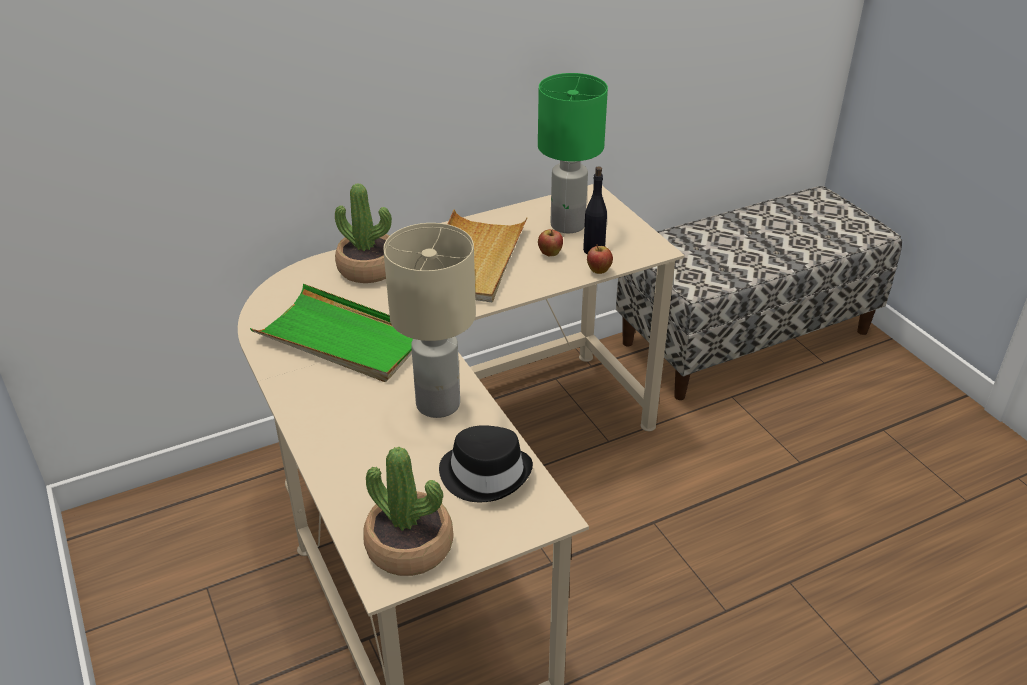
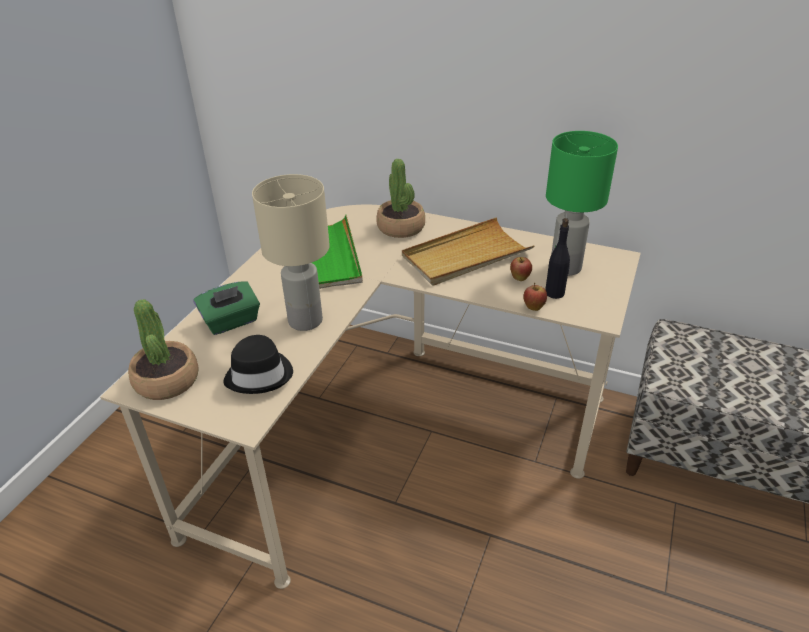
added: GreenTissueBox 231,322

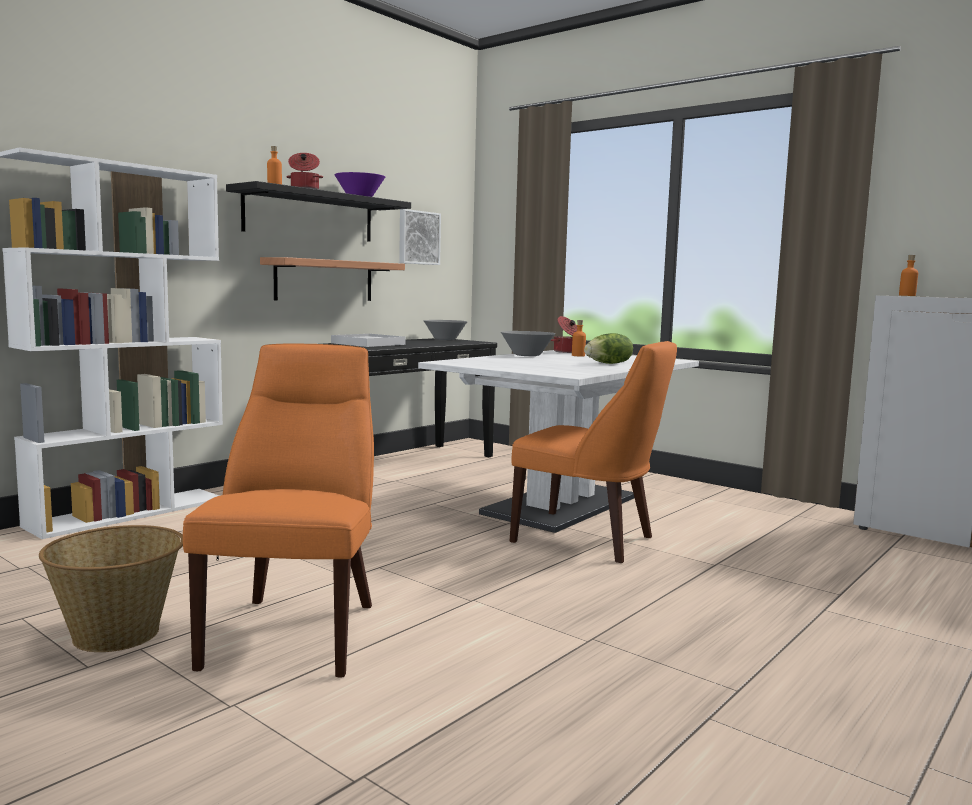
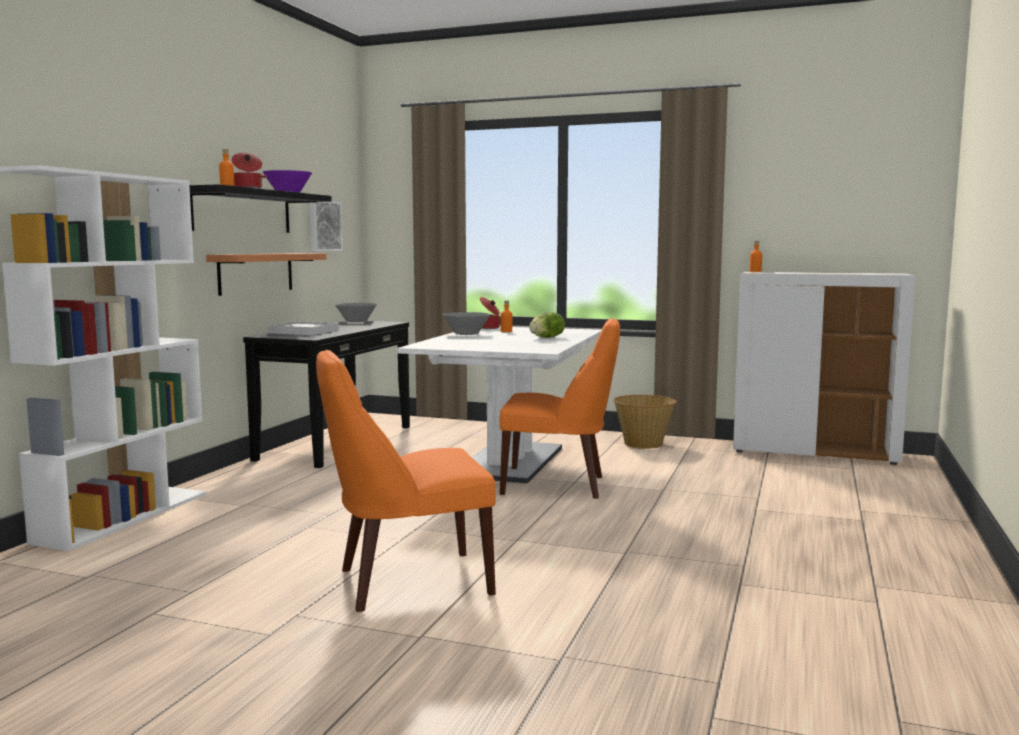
moved: Basket 118,633 to 643,444
turned: OrangeChair 296,631 = 407,582 90 degrees counterclockwise

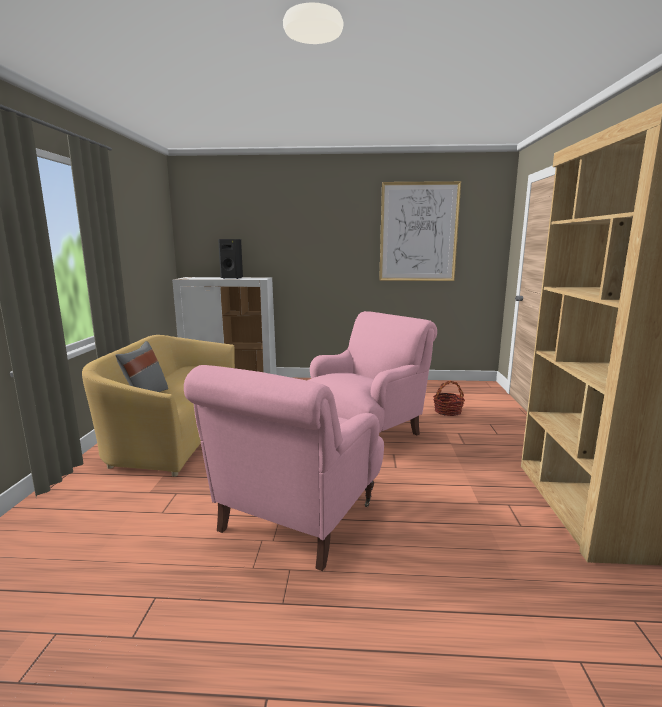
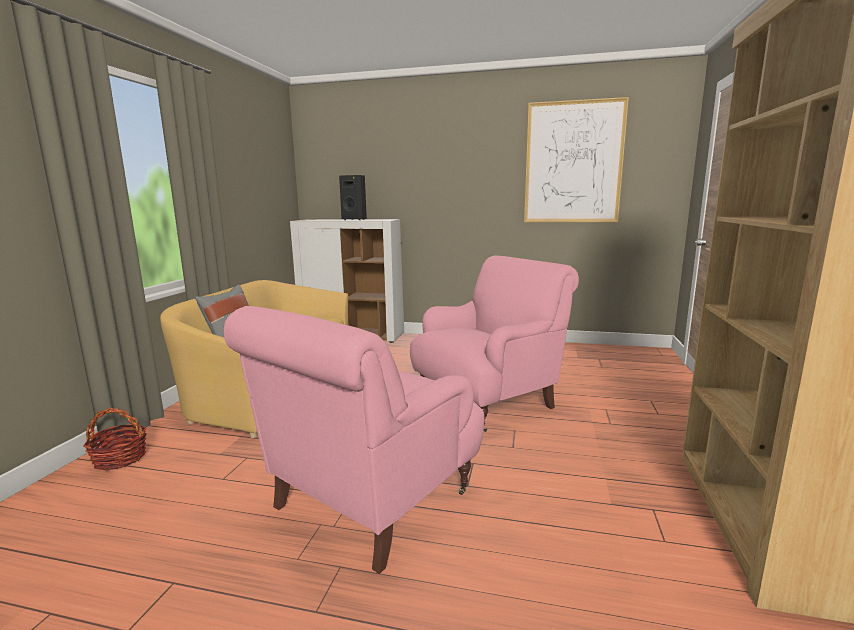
moved: Basket 447,411 to 119,458

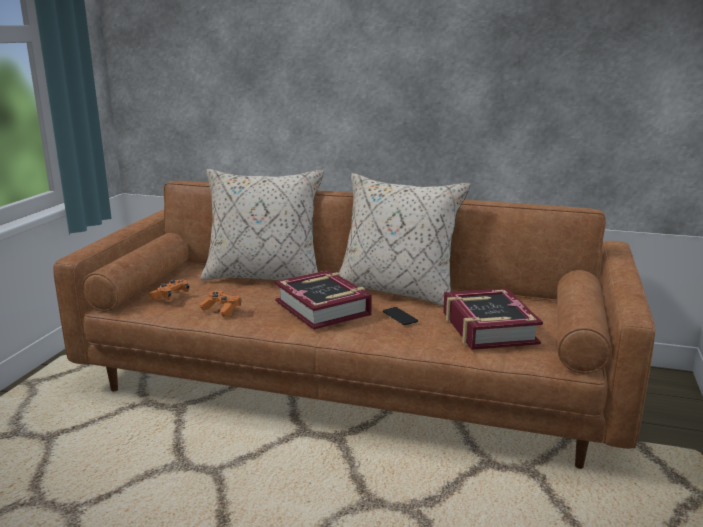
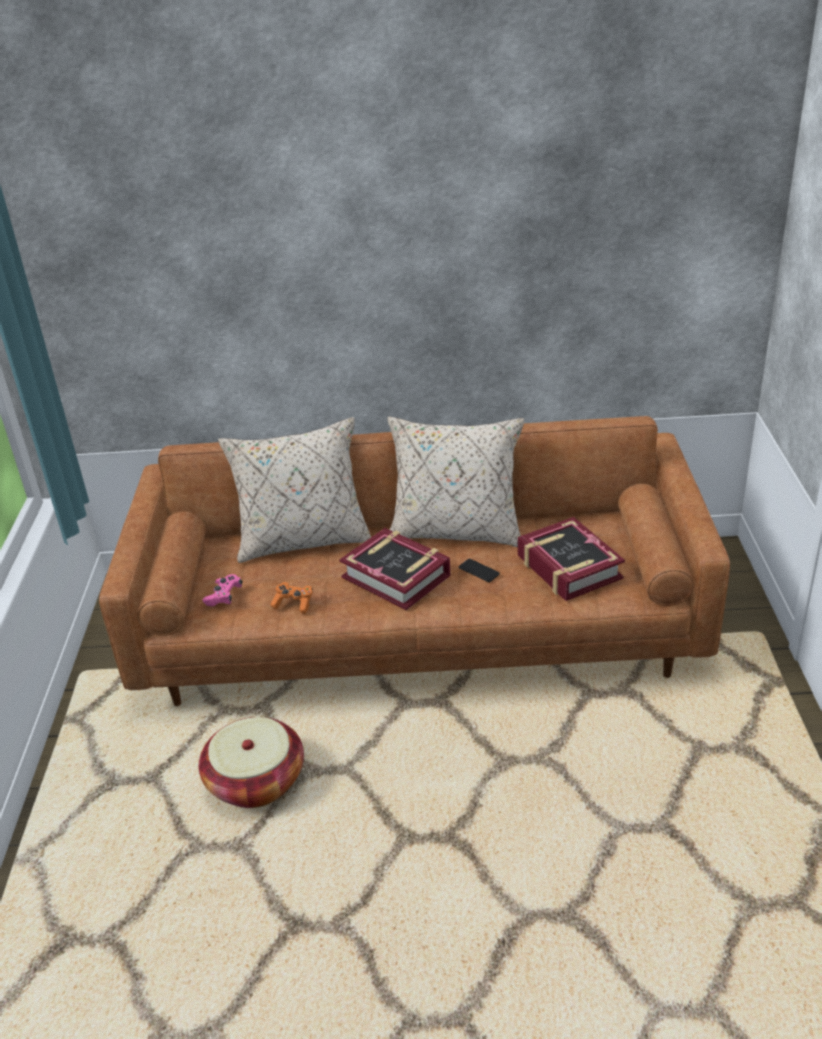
added: Basket 256,781
recoloured: OrangeGameController 170,296 to PinkGameController 224,596

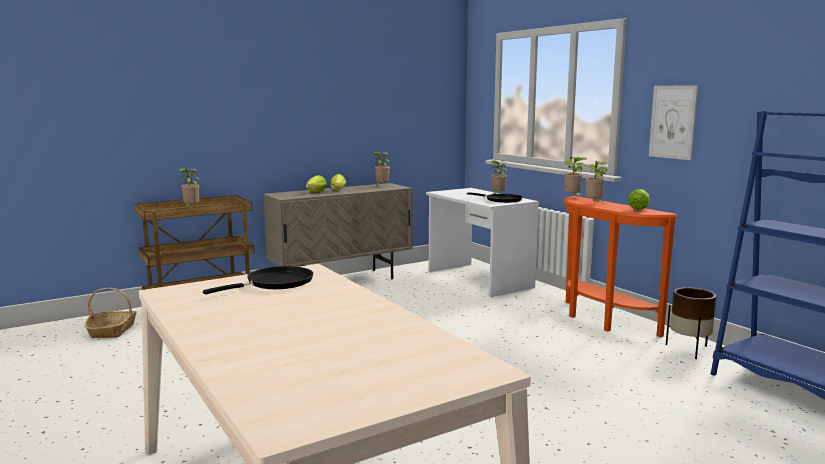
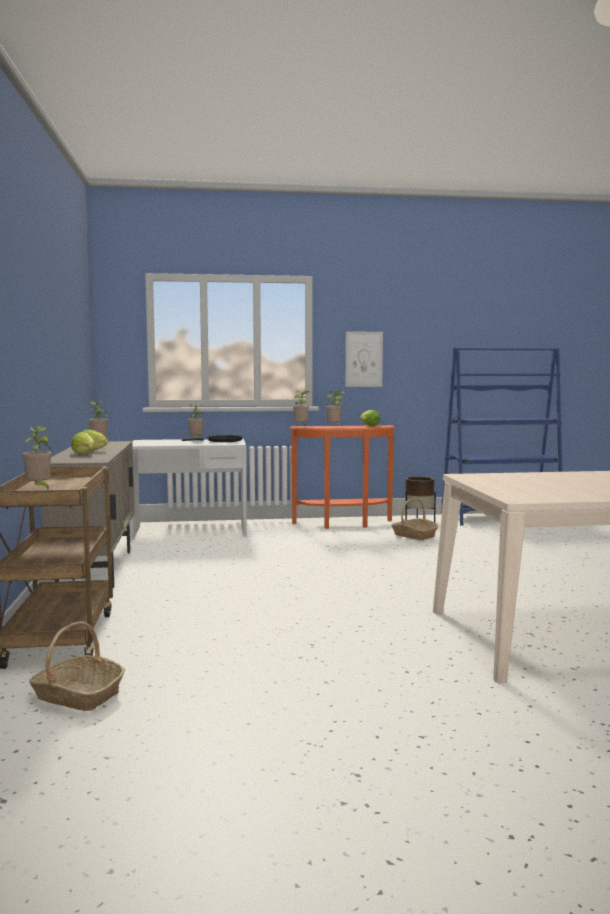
removed: BlackFryingPan 275,283
added: Basket 414,535

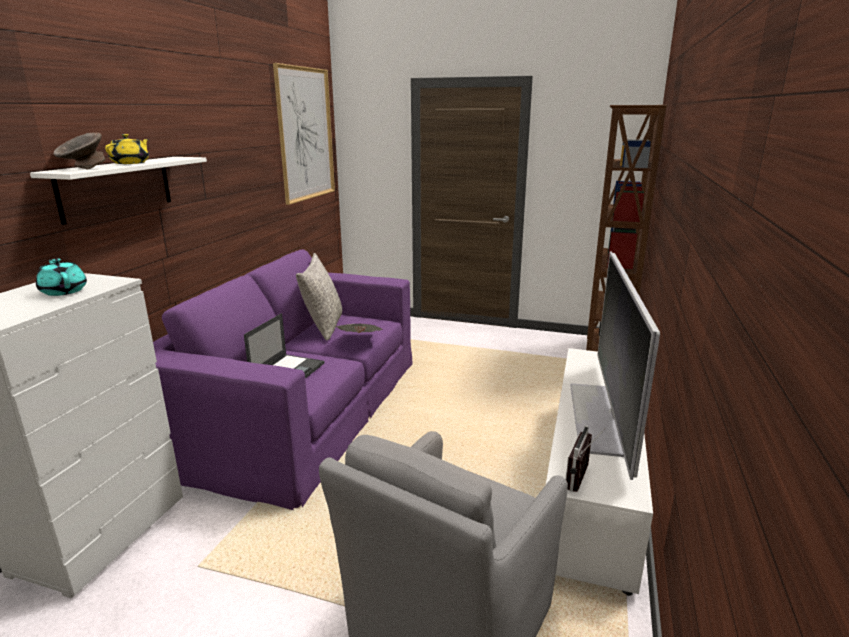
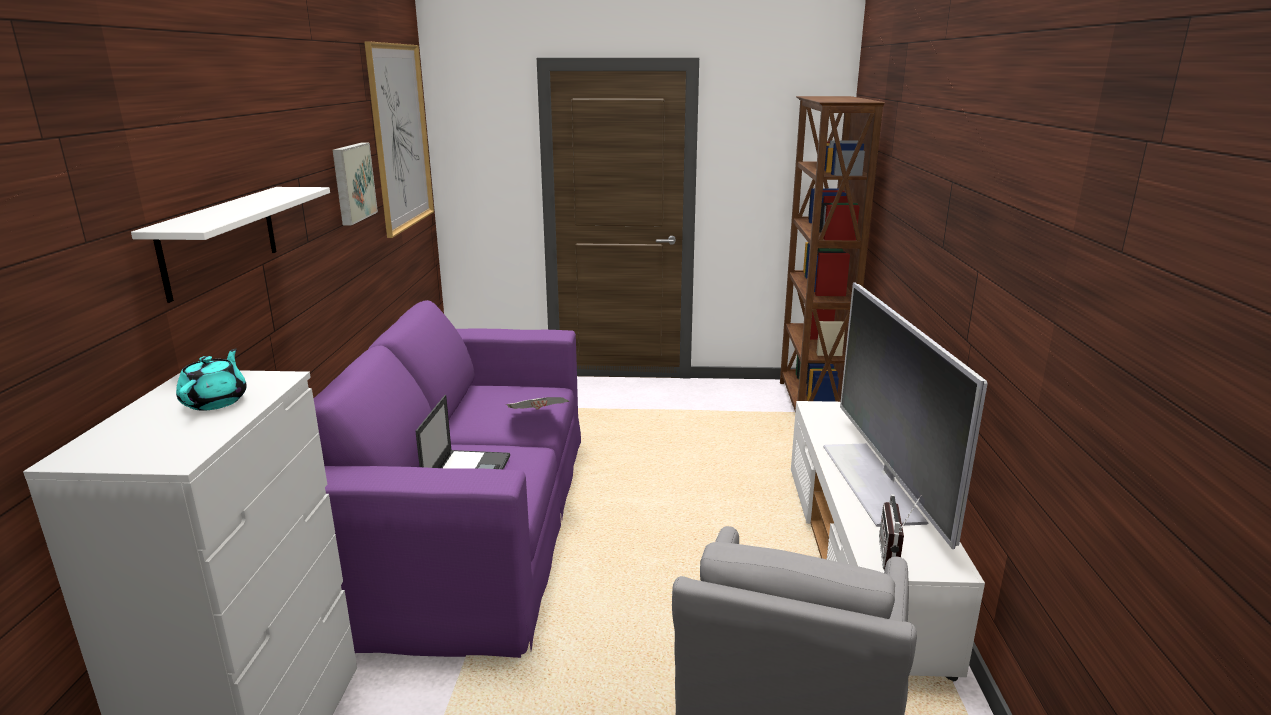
removed: GreyBowl 83,168; YellowTeapot 131,163; GreyPillow 323,326
added: Picture 352,182
turned: TurquoiseTeapot 64,291 = 216,401 60 degrees clockwise

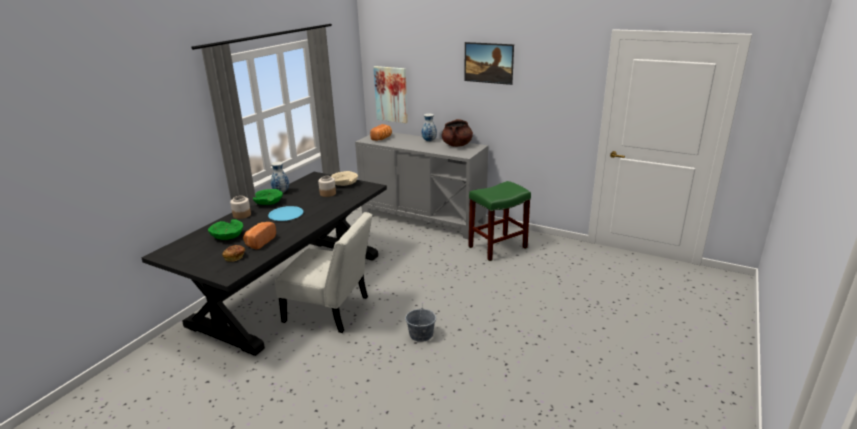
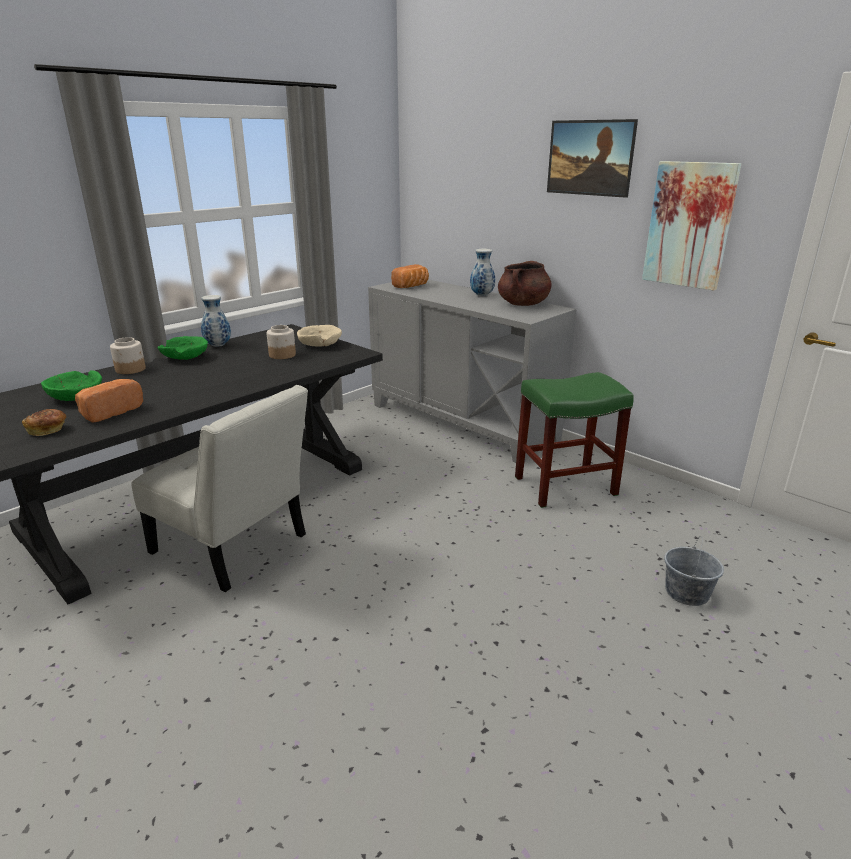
removed: BluePlate 286,214
moved: Picture 391,94 to 689,225; GreyBucket 421,334 to 687,592

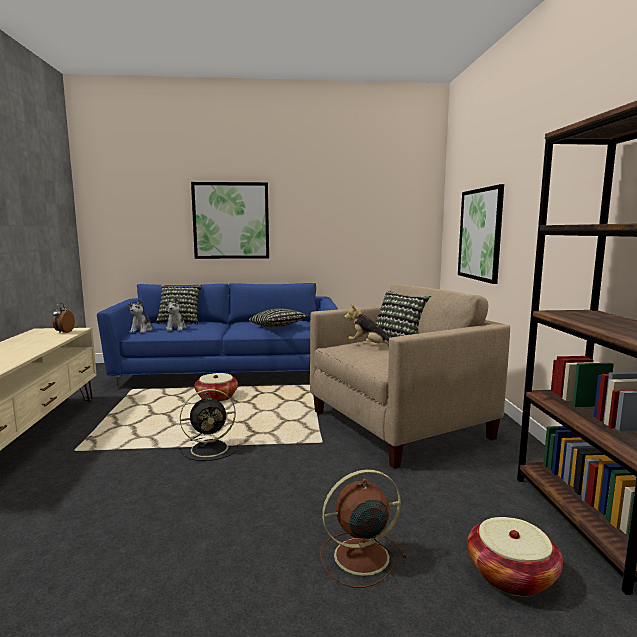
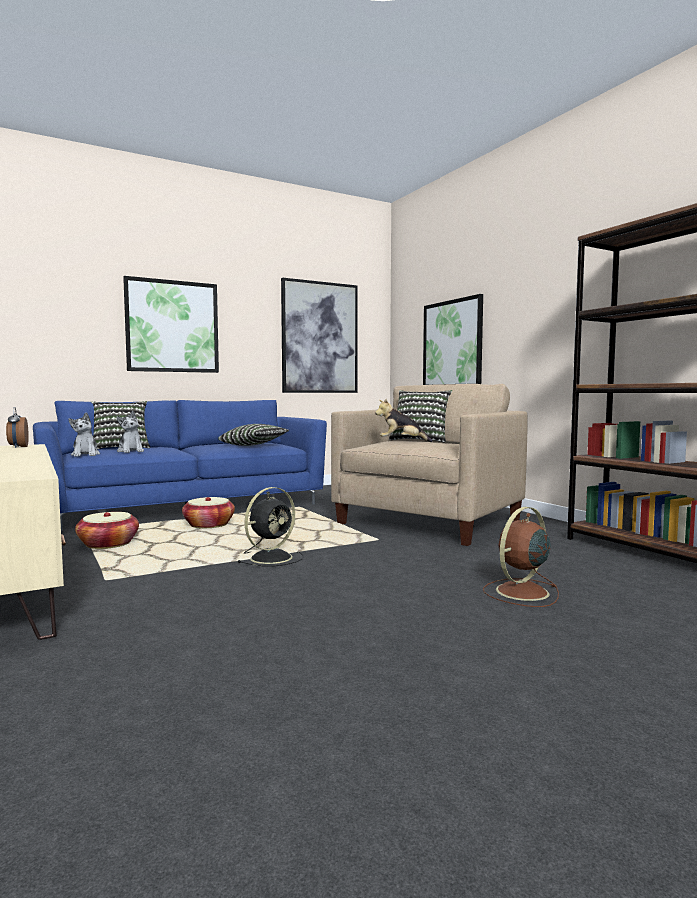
added: Picture 319,337
moved: Basket 511,575 to 108,544

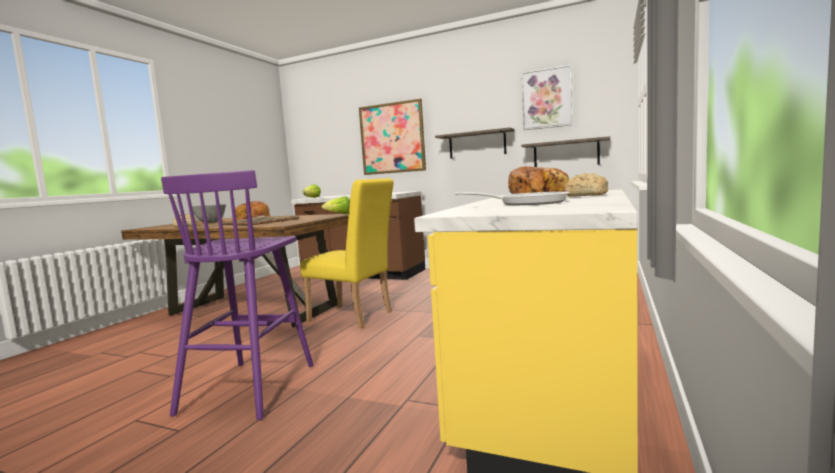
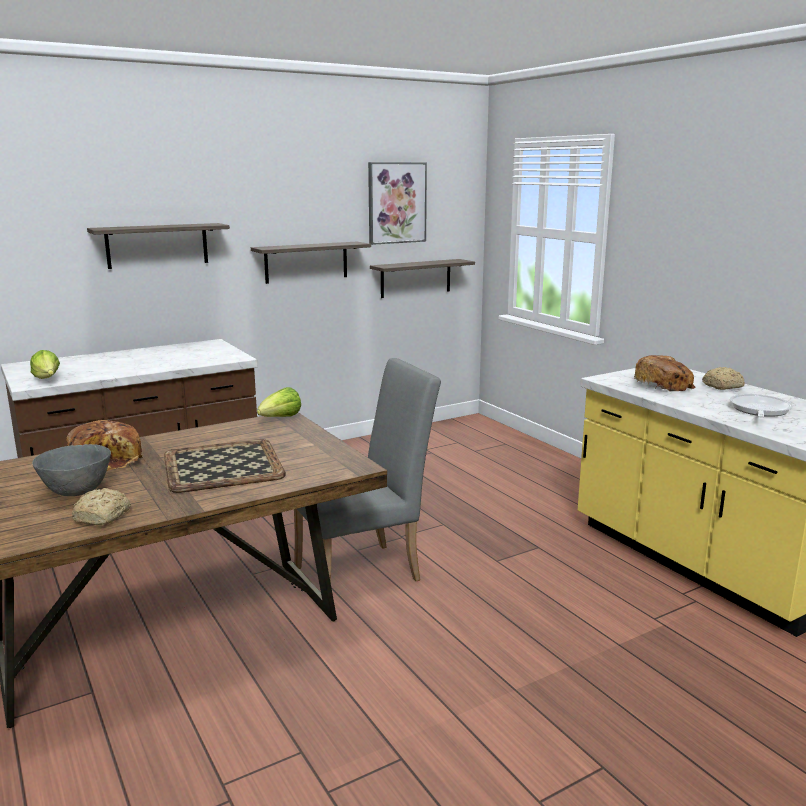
removed: PurpleStool 250,387
replaced: Picture 392,138 to Shelf 157,245
recoloured: YellowChair 355,317 to GreyChair 366,571

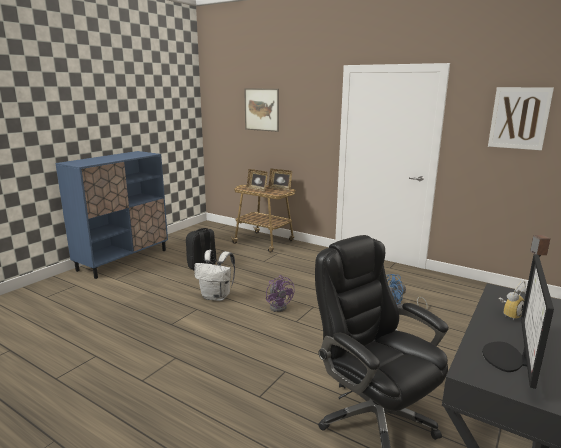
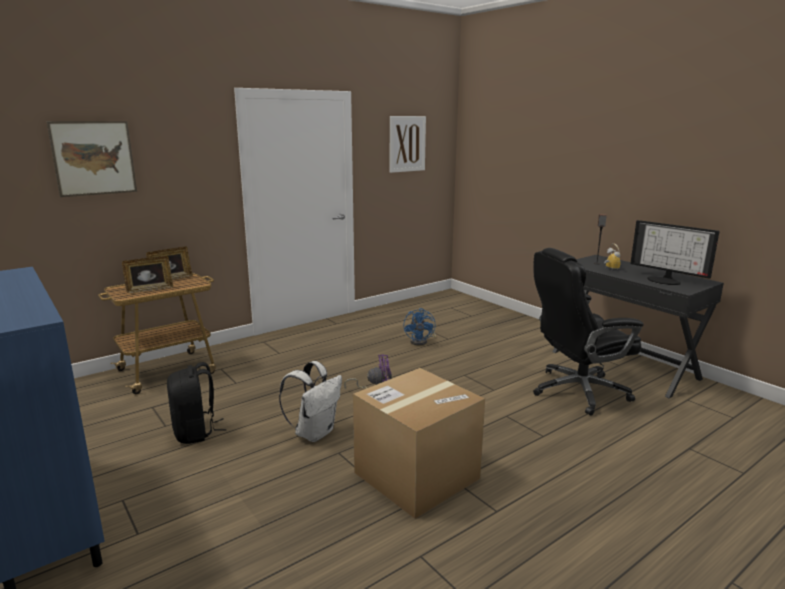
added: CardboardBox 416,475

